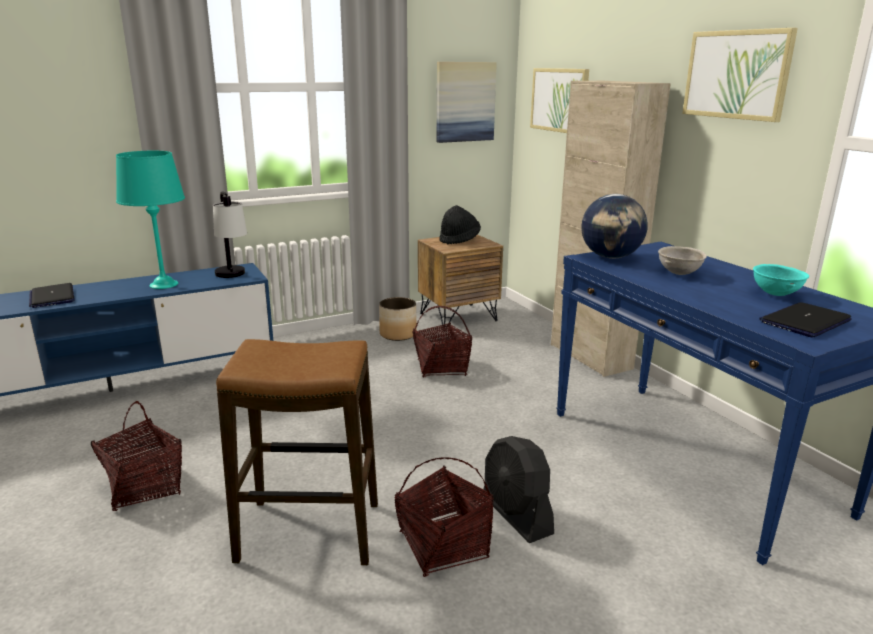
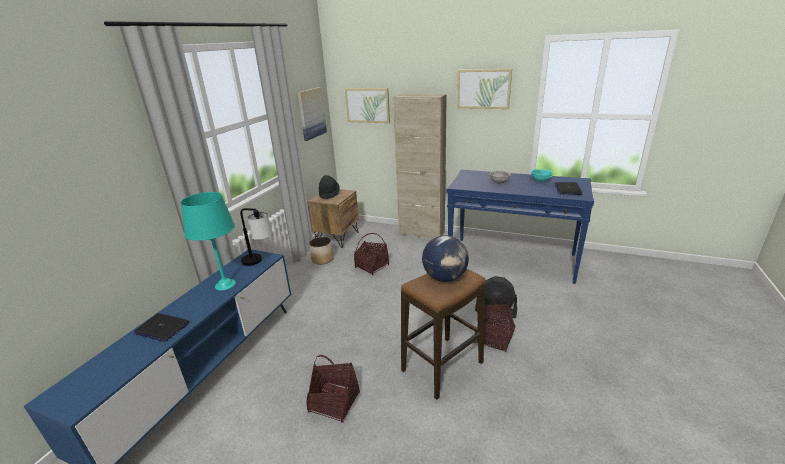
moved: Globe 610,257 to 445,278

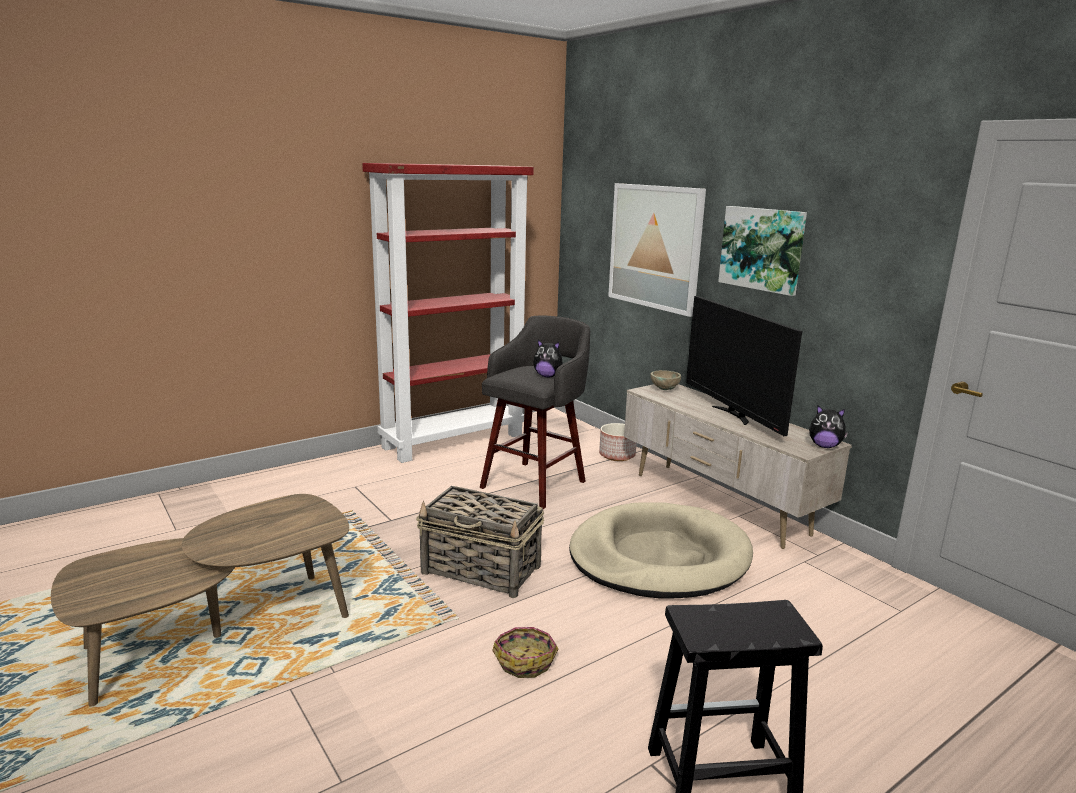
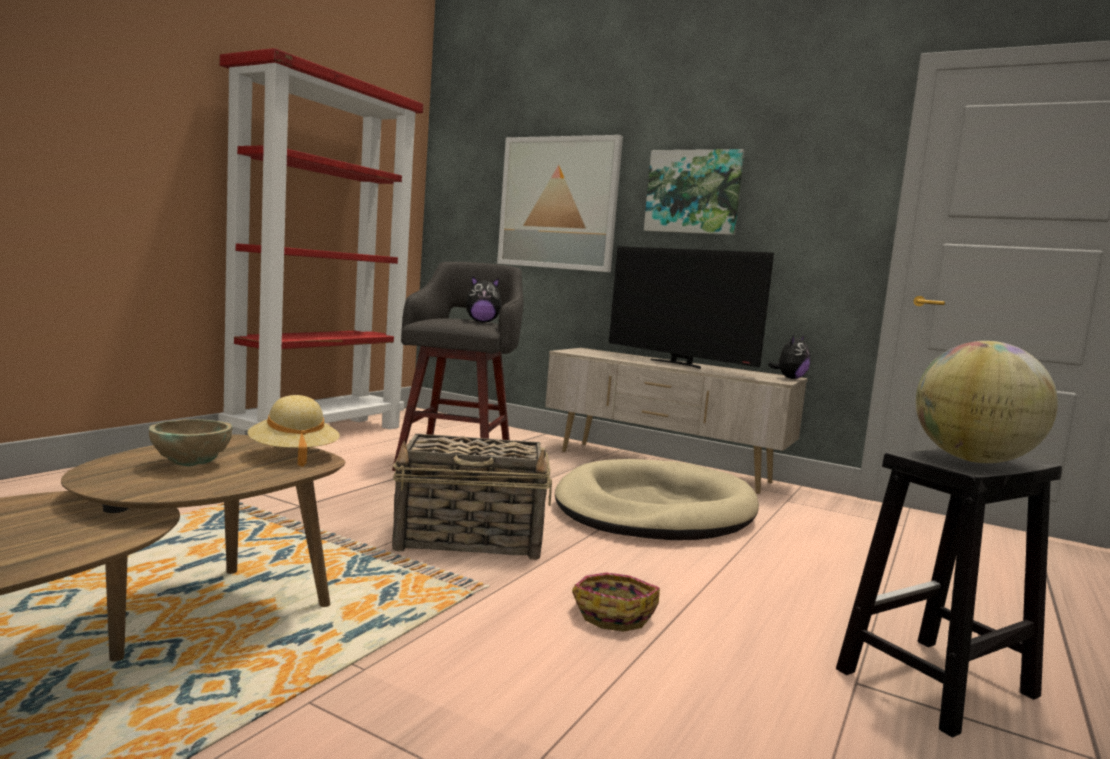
removed: Planter 617,455
added: Globe 973,461; BeigeHat 293,455
moved: BeigeBowl 664,389 to 190,464
turned: PlushToy 824,446 = 790,378 45 degrees counterclockwise

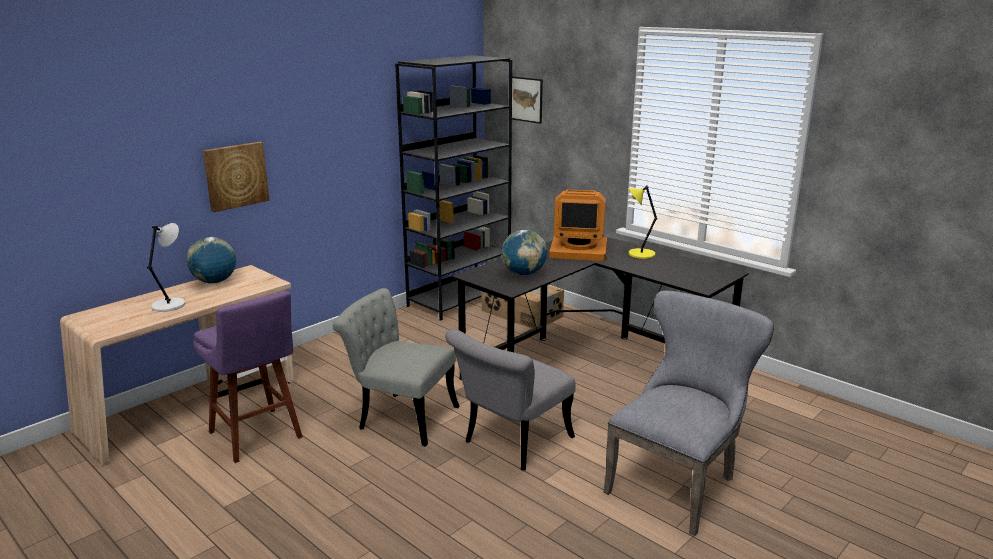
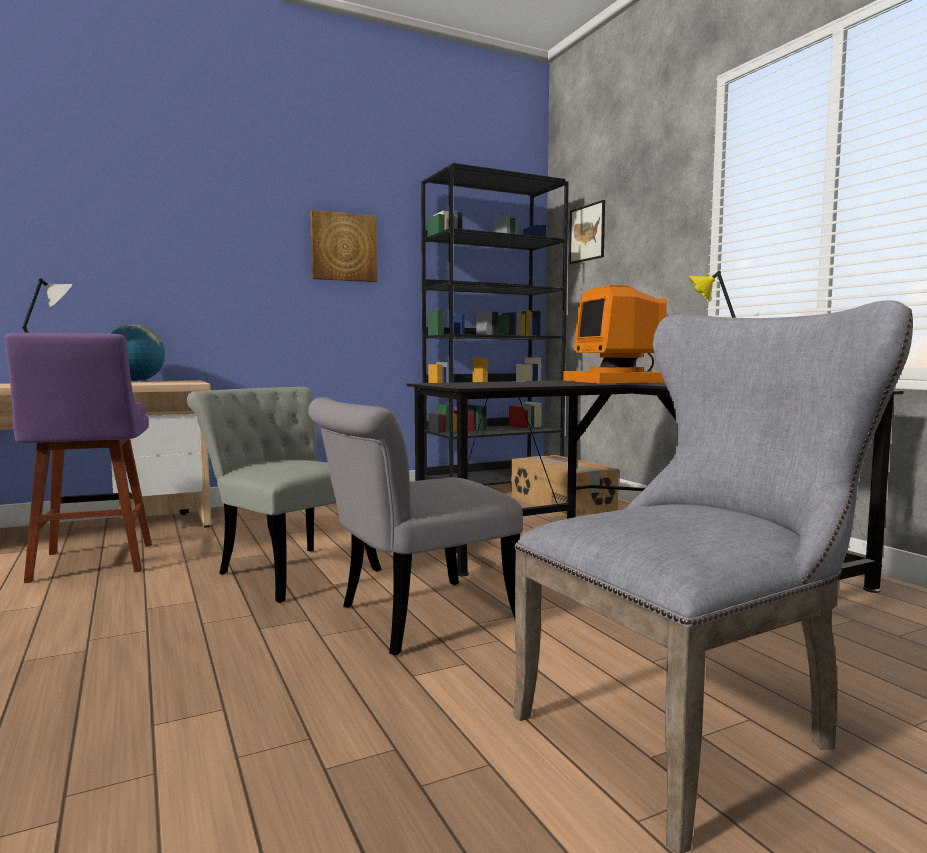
removed: Globe 523,274
moved: Picture 235,176 to 343,247
turned: Monitor 579,250 = 618,381 45 degrees clockwise

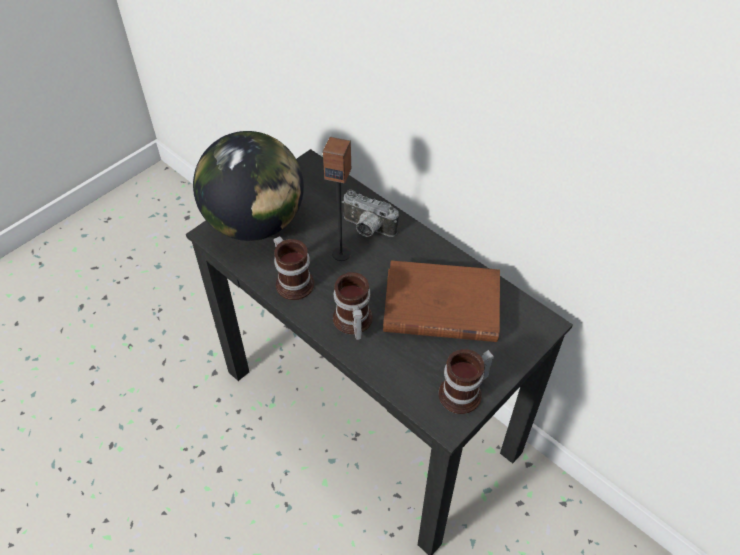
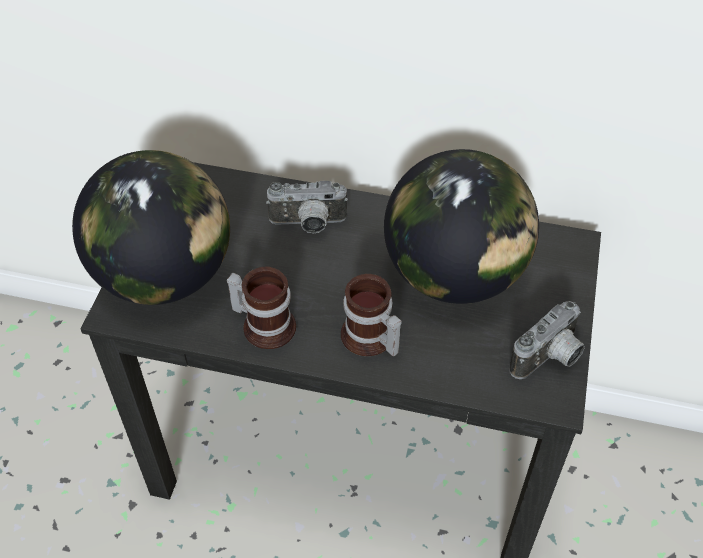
removed: Speaker 341,253
replaced: BrownBook 440,306 to Globe 454,275; Mug 465,394 to PhotoCamera 549,359

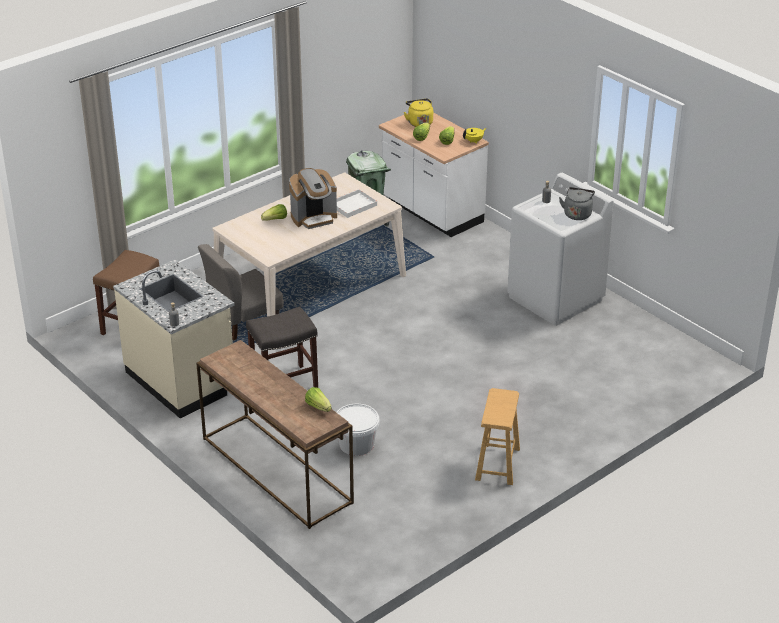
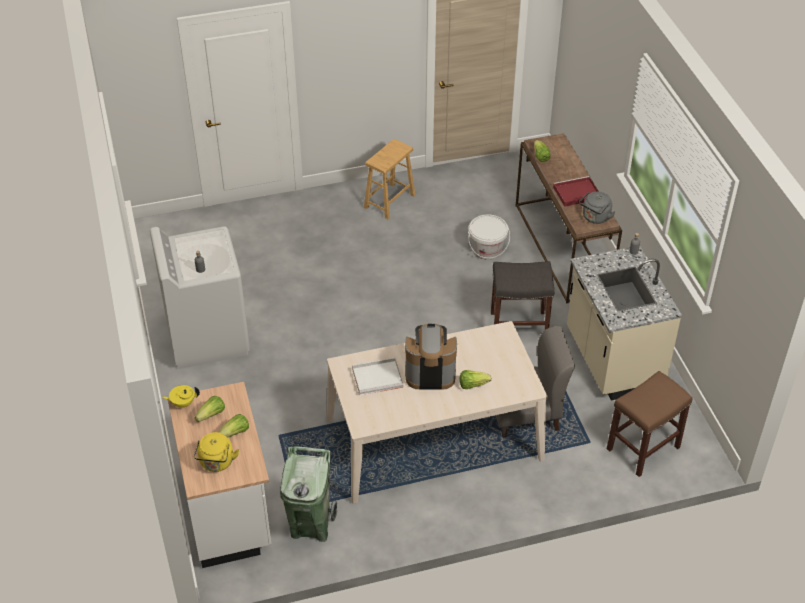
added: RedTray 575,193
moved: GreyKettle 577,214 to 595,218

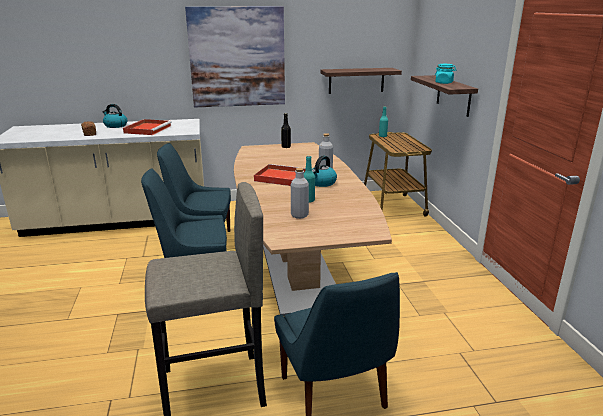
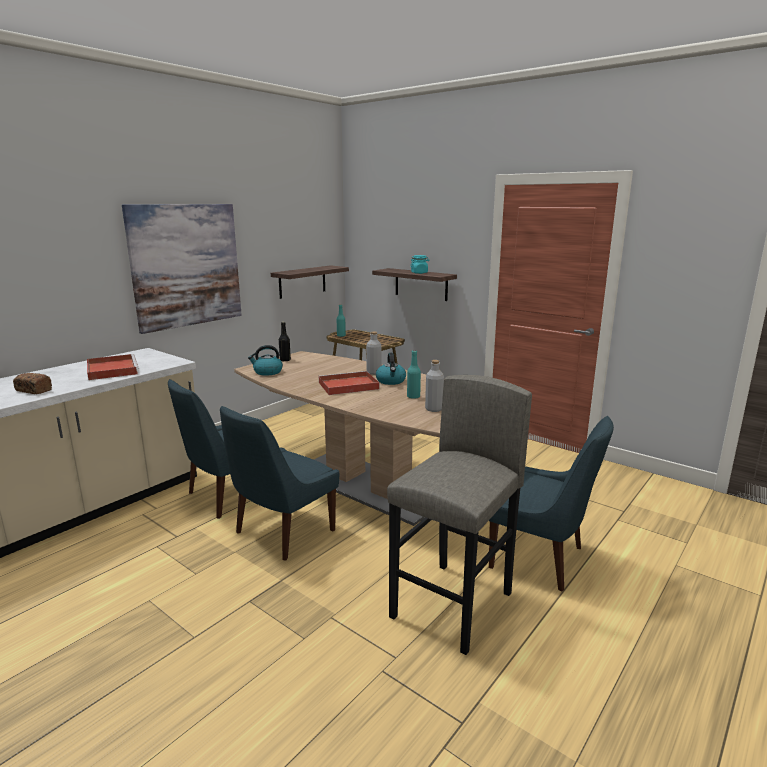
moved: Kettle 115,125 to 267,372

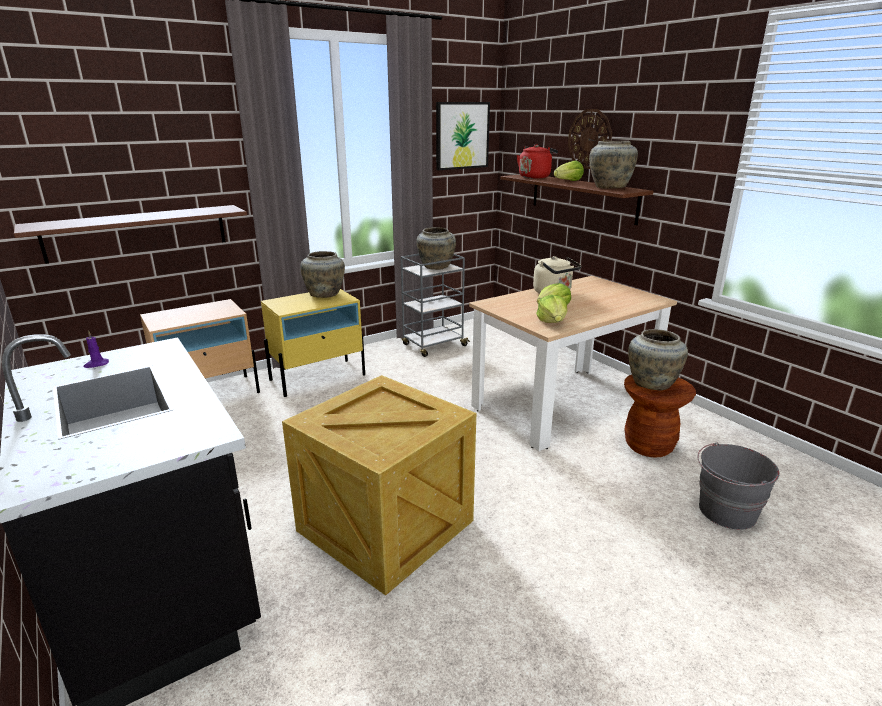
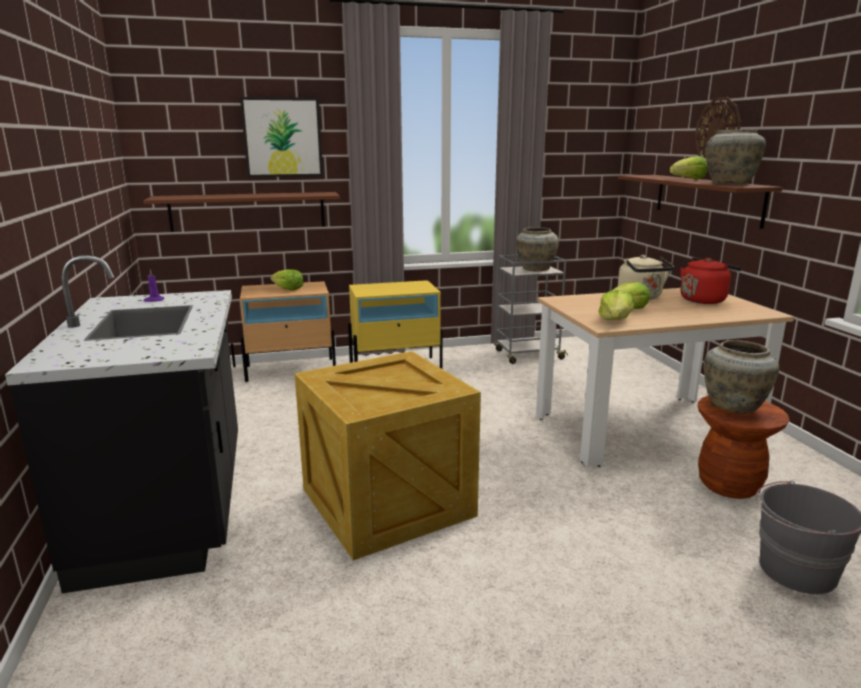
removed: BeigeVase 325,294
added: Lettuce 288,289
moved: Picture 462,135 to 282,137; RedKettle 535,177 to 704,300

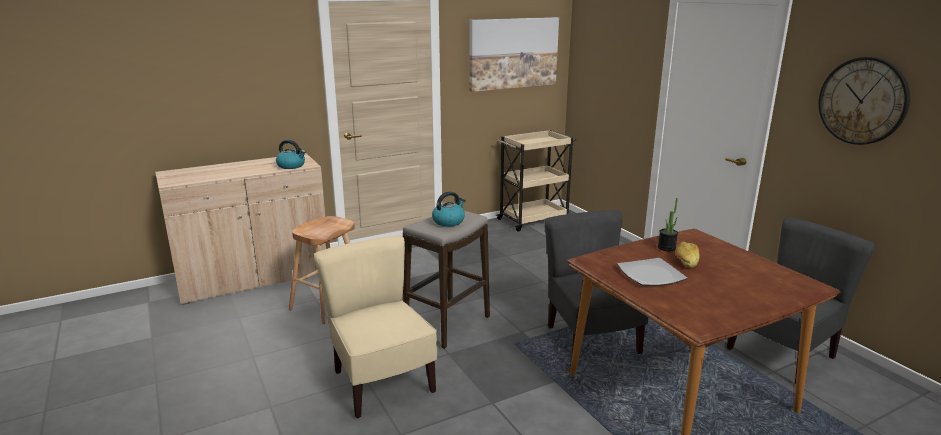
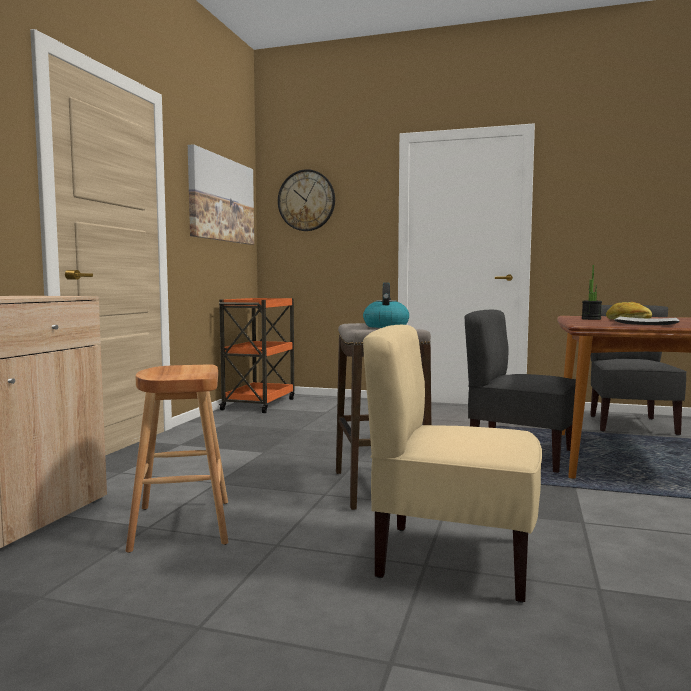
removed: Kettle 291,166
moved: WallClock 863,101 to 306,200
recoloured: BeigeCart 533,219 to OrangeCart 259,404

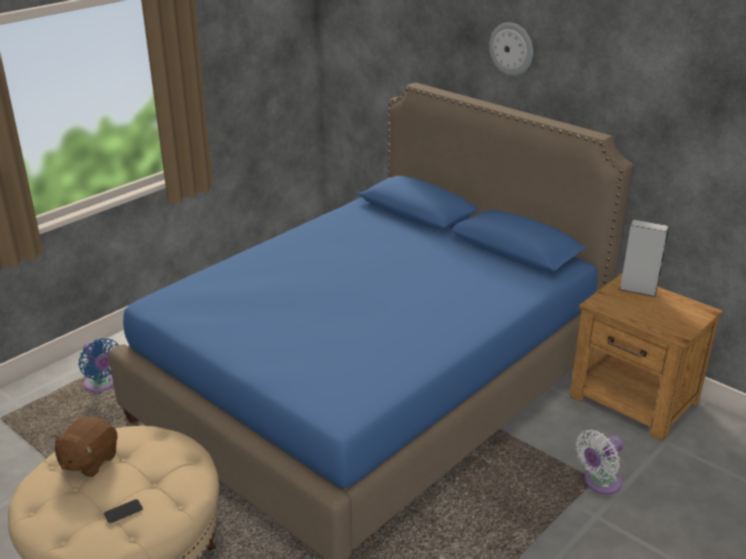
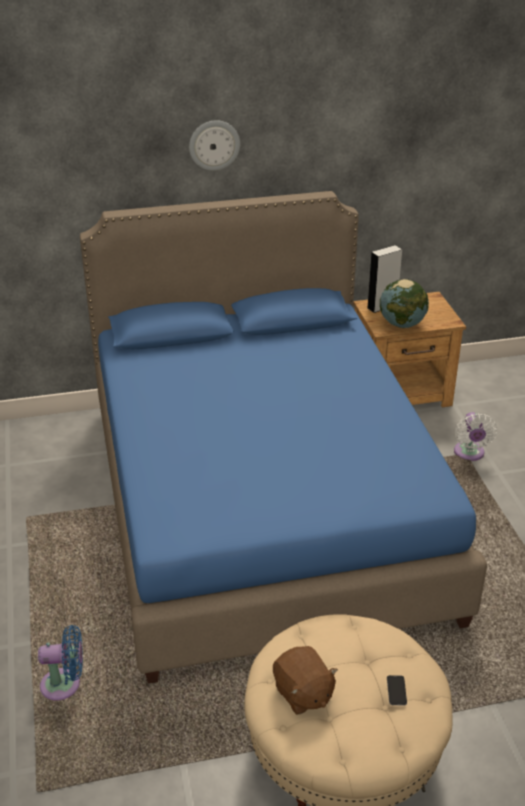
added: Globe 402,324

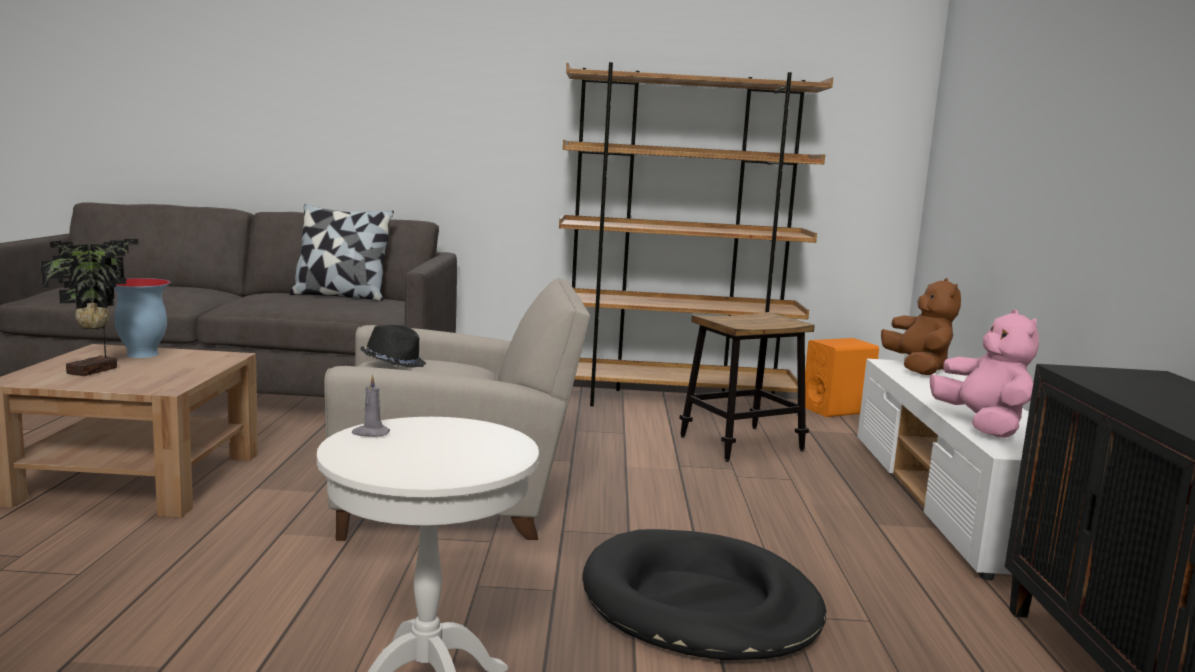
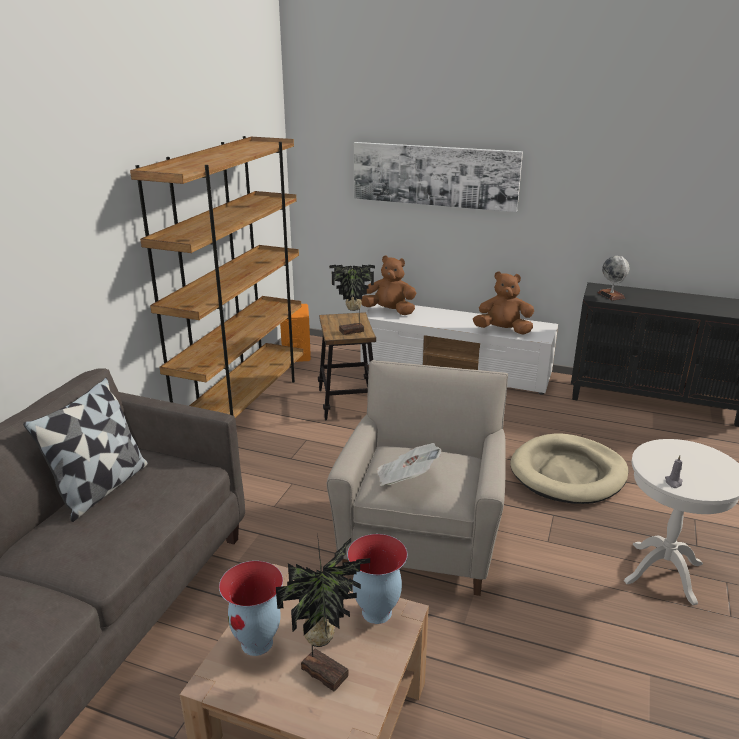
added: Picture 434,175; Globe 611,295; PottedPlant 352,331; Vase 375,612
replaced: BlackHat 394,363 to Newspaper 406,478
recoloured: PinkPlushToy 982,426 to BrownPlushToy 503,330; BlackDogBed 699,604 to BeigeDogBed 568,473

